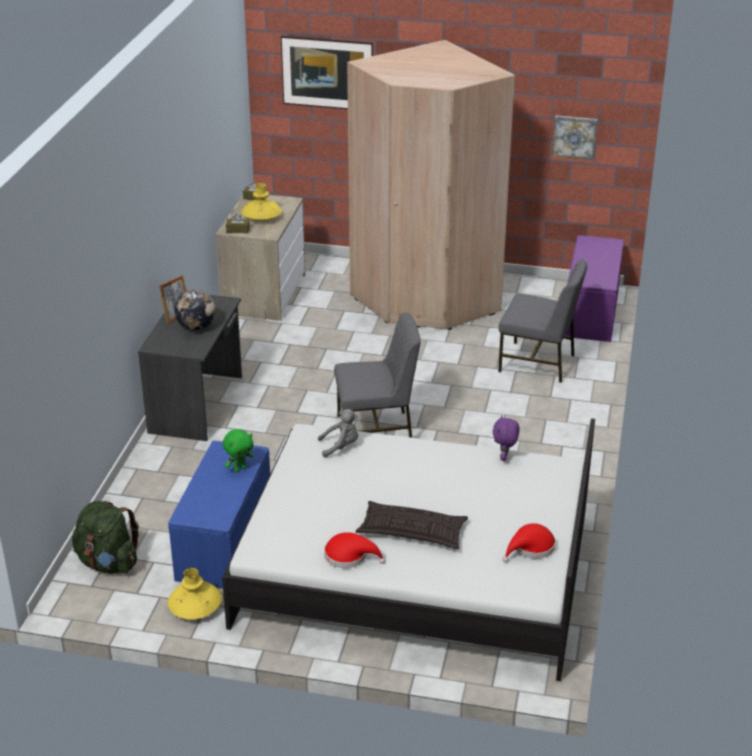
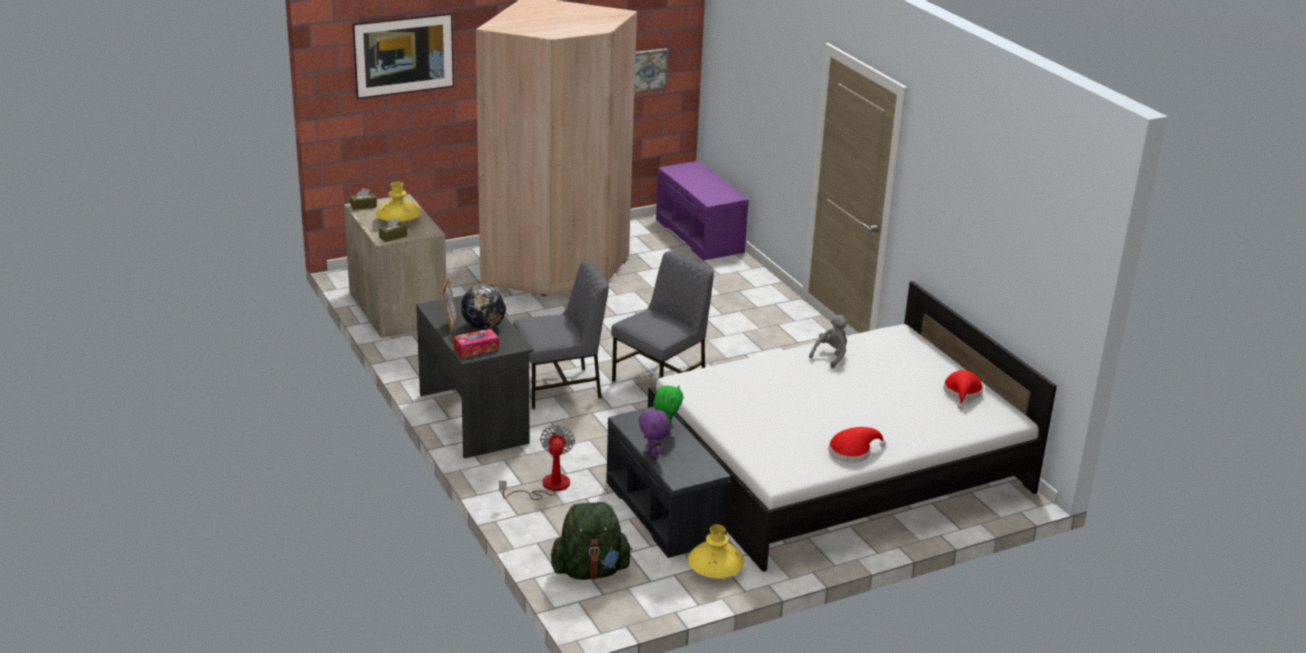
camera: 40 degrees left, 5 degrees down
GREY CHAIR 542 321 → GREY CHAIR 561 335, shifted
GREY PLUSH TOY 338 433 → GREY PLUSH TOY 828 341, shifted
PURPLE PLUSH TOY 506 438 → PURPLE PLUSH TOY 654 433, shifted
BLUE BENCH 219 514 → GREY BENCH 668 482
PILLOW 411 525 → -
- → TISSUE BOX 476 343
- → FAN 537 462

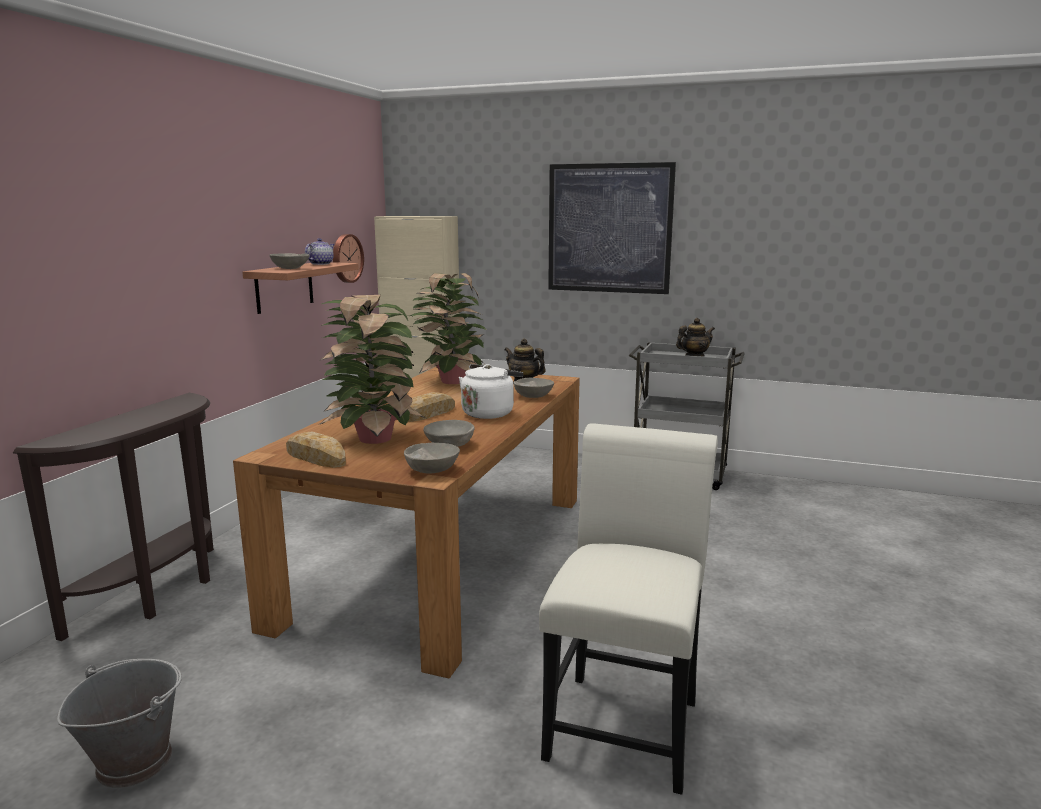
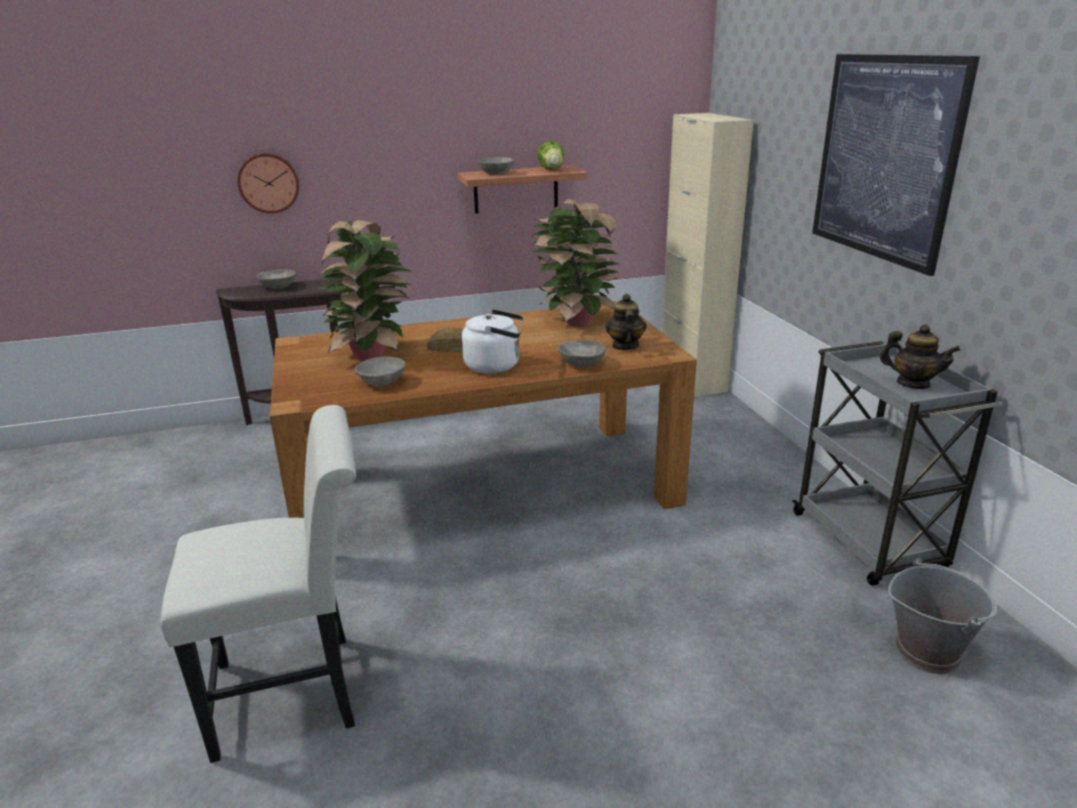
camera: 55 degrees right, 10 degrees up
WALL CLOCK 348 258 → WALL CLOCK 268 183, shifted
TEAPOT 319 251 → LETTUCE 551 155
BREAD 316 450 → -
GREY BOWL 432 458 → GREY BOWL 276 279, shifted
GREY BUCKET 119 723 → GREY BUCKET 942 616, shifted

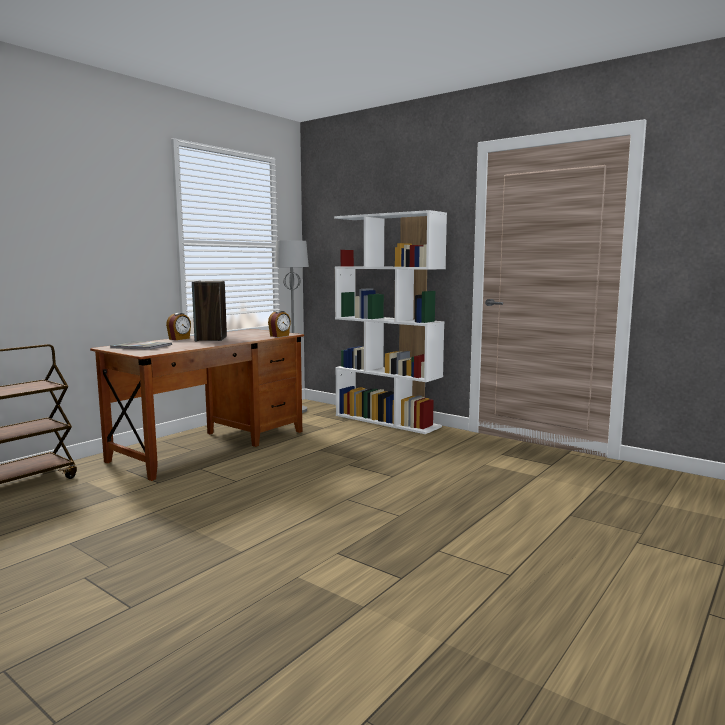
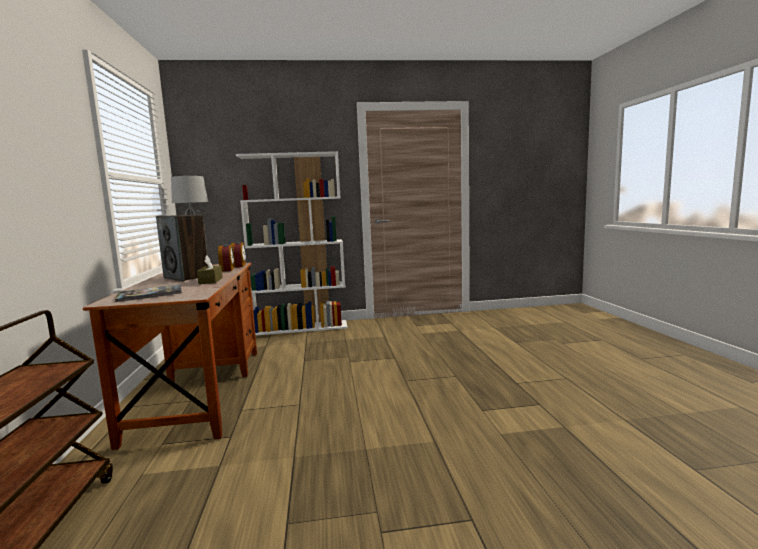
camera: 45 degrees left, 0 degrees up
ALARM CLOCK 178 326 → ALARM CLOCK 226 258, shifted
- → BROWN TISSUE BOX 210 270

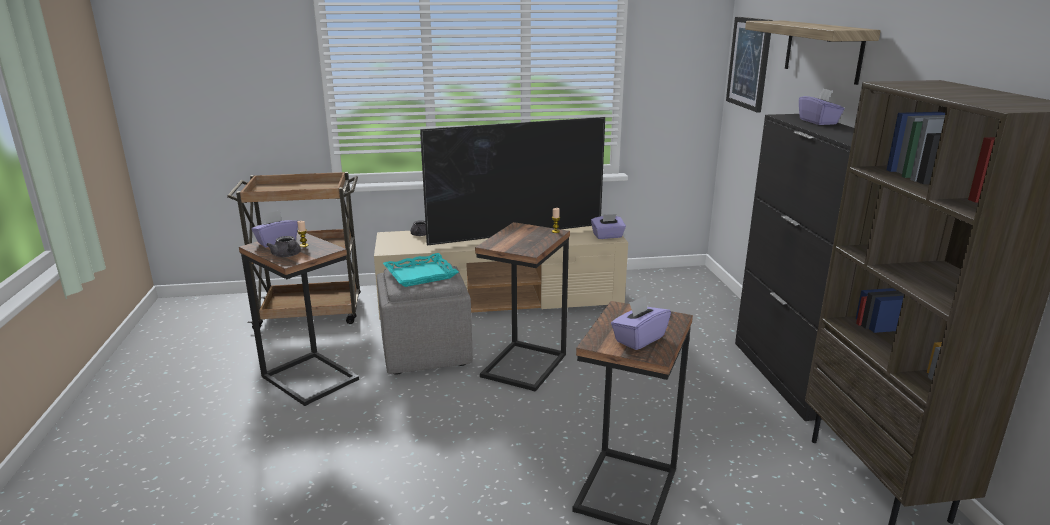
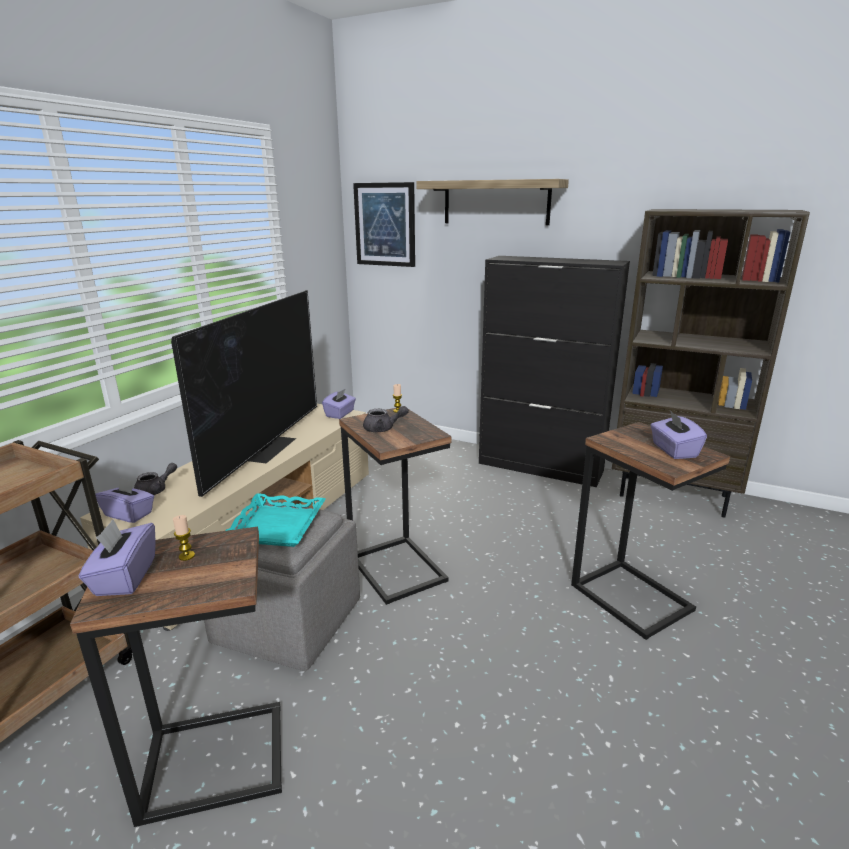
camera: 55 degrees left, 0 degrees up
PURPLE TISSUE BOX 822 106 → PURPLE TISSUE BOX 124 500, shifted
GREY TEAPOT 283 246 → GREY TEAPOT 386 419, shifted

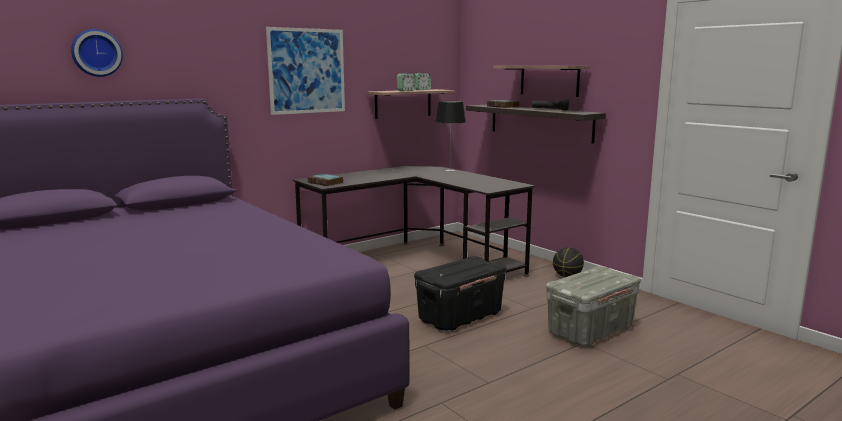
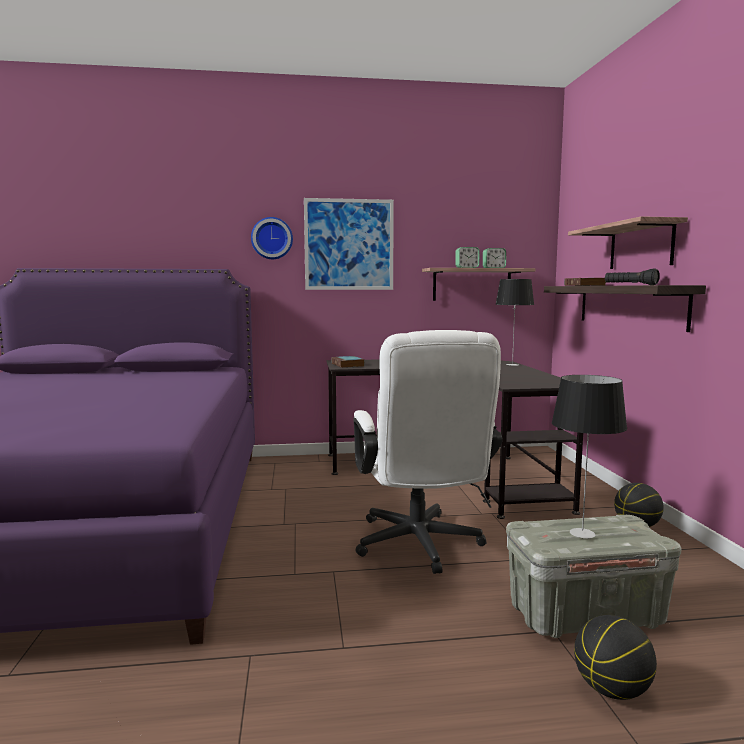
camera: 30 degrees right, 5 degrees down
WALL CLOCK 97 53 → WALL CLOCK 272 238, shifted
BLACK STORAGE BOX 460 293 → WHITE OFFICE CHAIR 427 452
- → TABLE LAMP 589 457
- → BASKETBALL 615 657

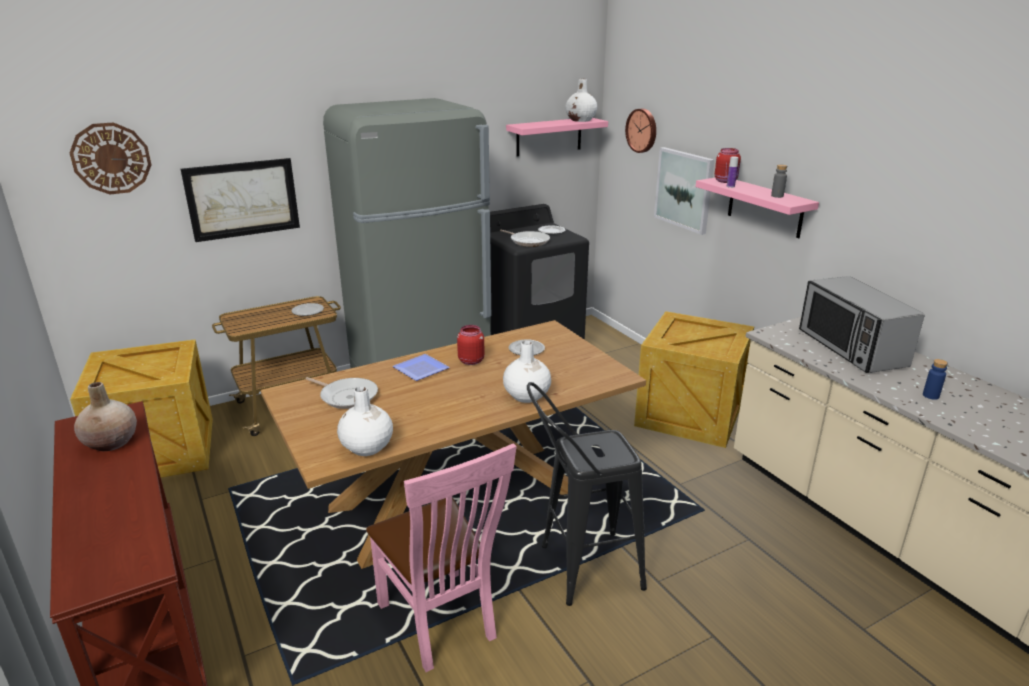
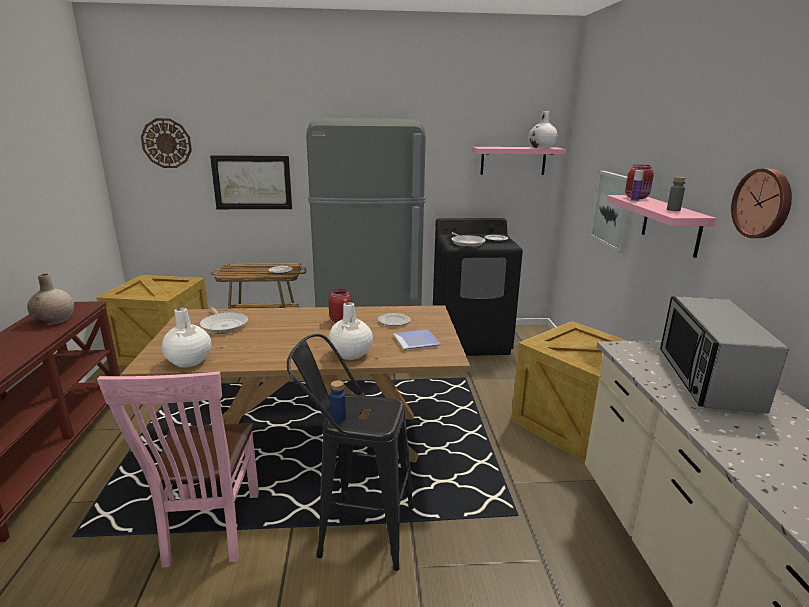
camera: 25 degrees right, 5 degrees down
WALL CLOCK 640 131 → WALL CLOCK 761 203, shifted
PLATE 421 367 → PLATE 417 339, shifted
BLUE BOTTLE 935 379 → BLUE BOTTLE 338 401, shifted

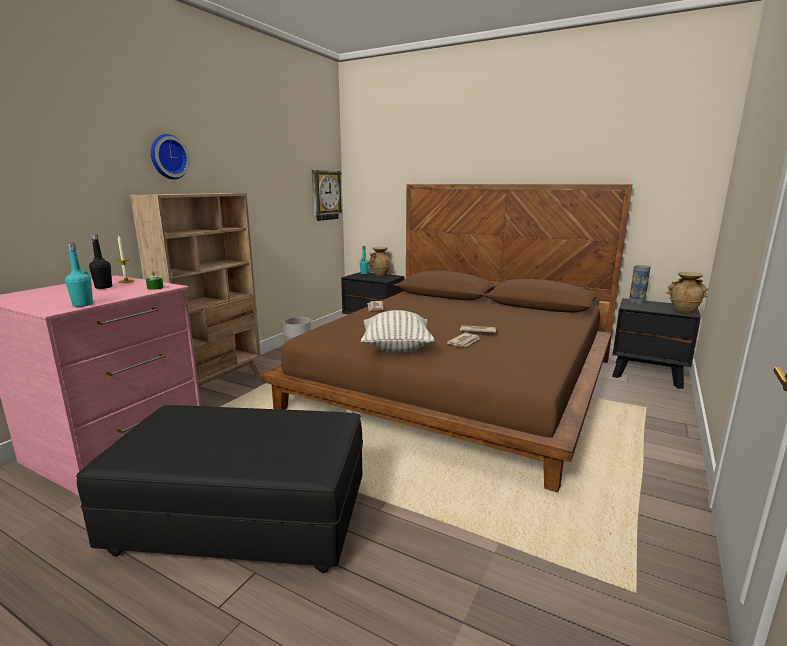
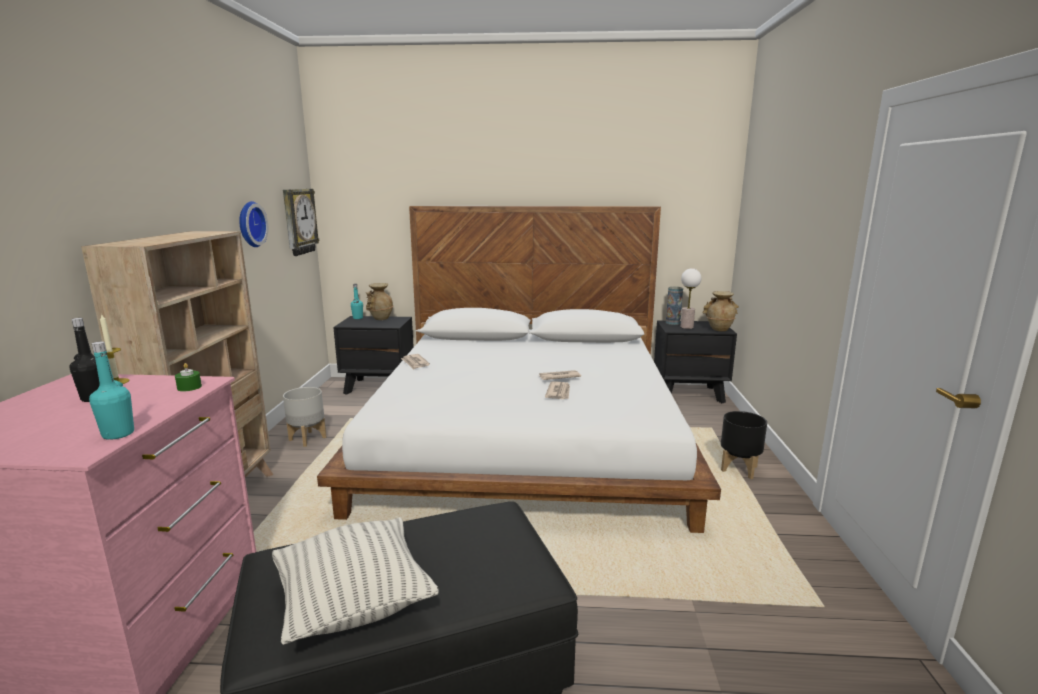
camera: 25 degrees left, 0 degrees up
WALL CLOCK 170 156 → WALL CLOCK 253 224, shifted
BROWN BED 446 338 → WHITE BED 519 369
PILLOW 398 331 → PILLOW 355 581, shifted
- → TABLE LAMP 691 298
- → BLACK PLANTER 744 445

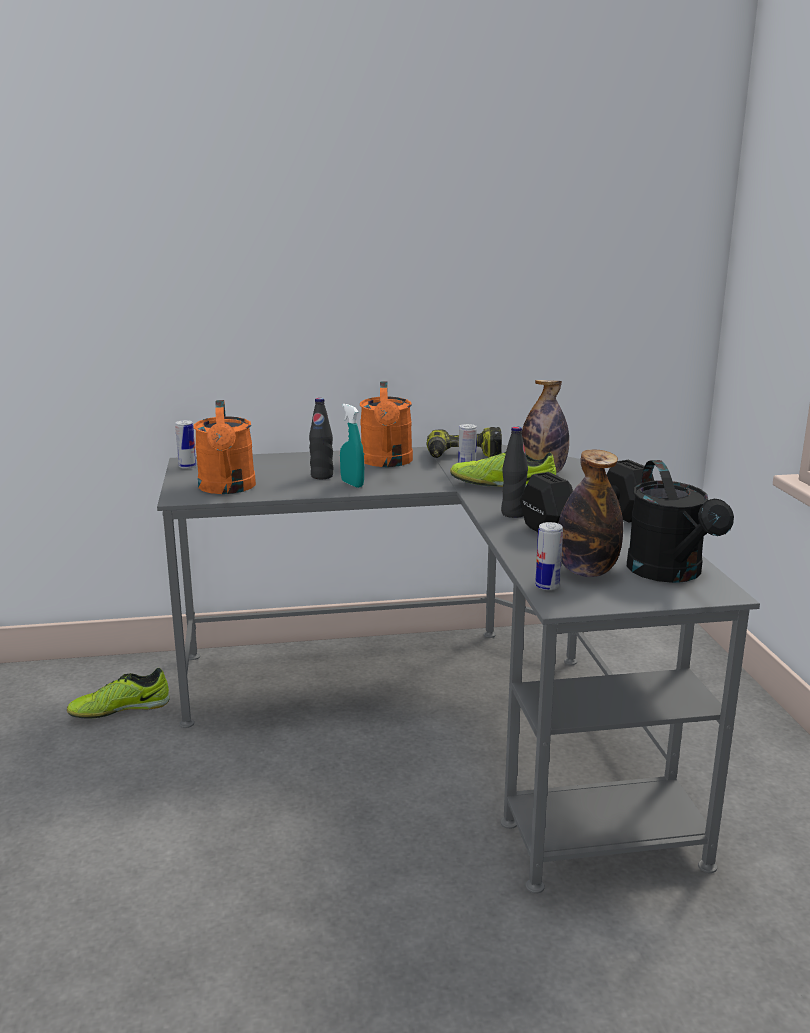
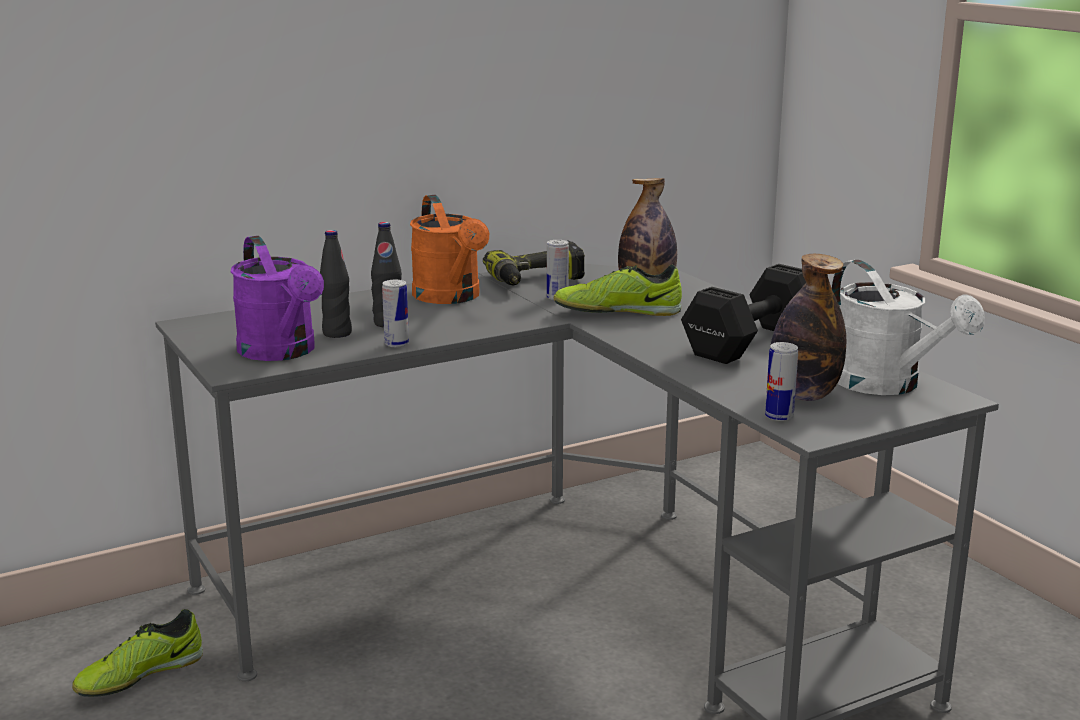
camera: 20 degrees left, 0 degrees up
ORANGE WATERING CAN 225 447 → PURPLE WATERING CAN 277 298
TURQUOISE SPRAY BOTTLE 352 446 → -
CAN 185 444 → CAN 395 314, shifted
BLACK BOTTLE 514 472 → BLACK BOTTLE 336 284, shifted
BLACK WATERING CAN 680 521 → WHITE WATERING CAN 908 327

